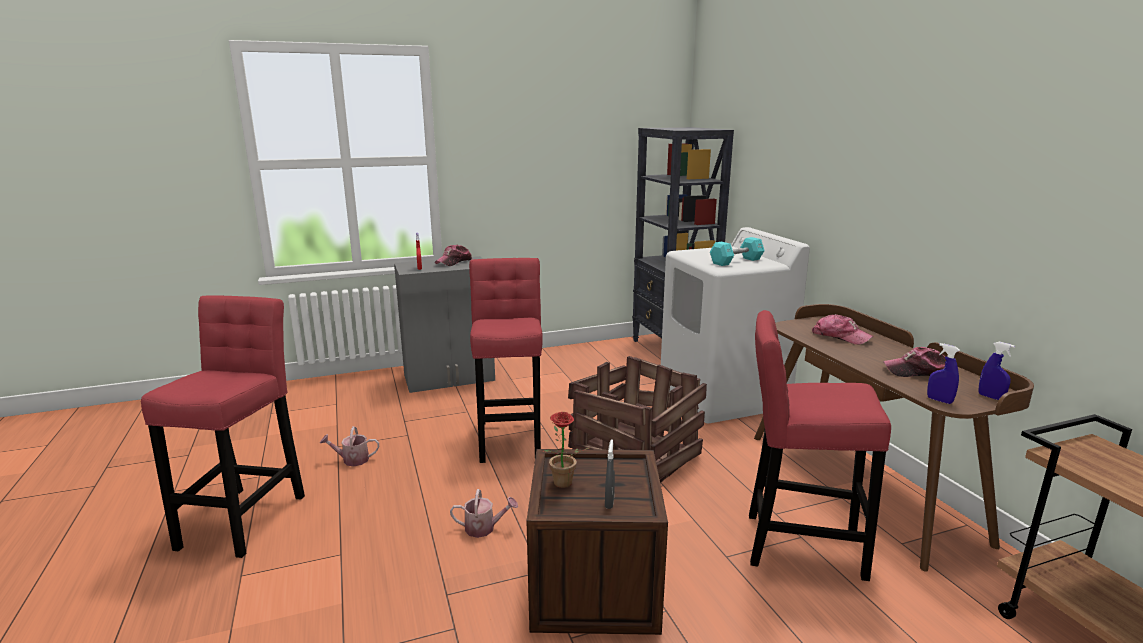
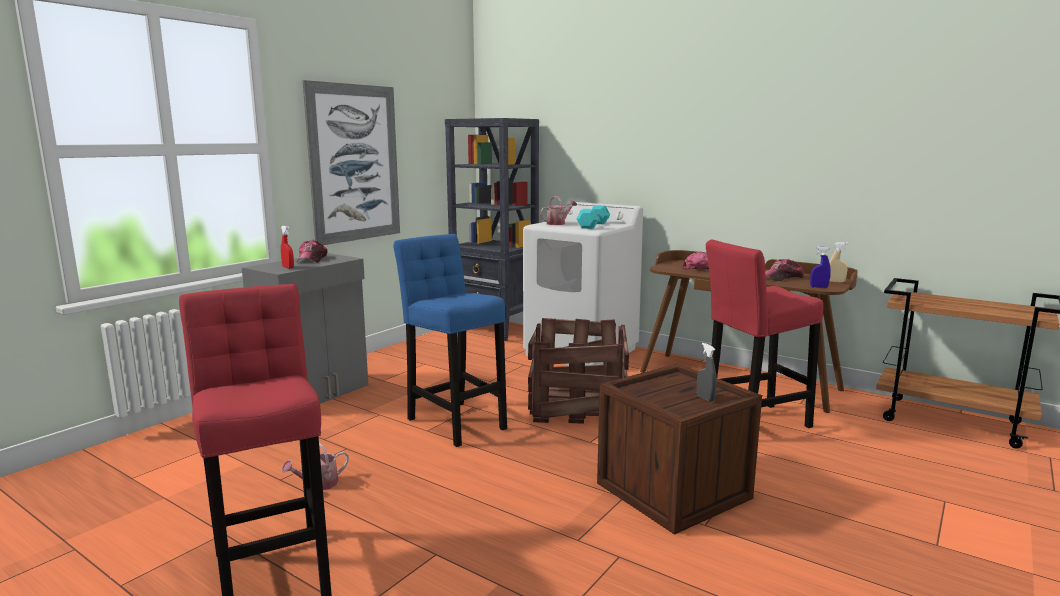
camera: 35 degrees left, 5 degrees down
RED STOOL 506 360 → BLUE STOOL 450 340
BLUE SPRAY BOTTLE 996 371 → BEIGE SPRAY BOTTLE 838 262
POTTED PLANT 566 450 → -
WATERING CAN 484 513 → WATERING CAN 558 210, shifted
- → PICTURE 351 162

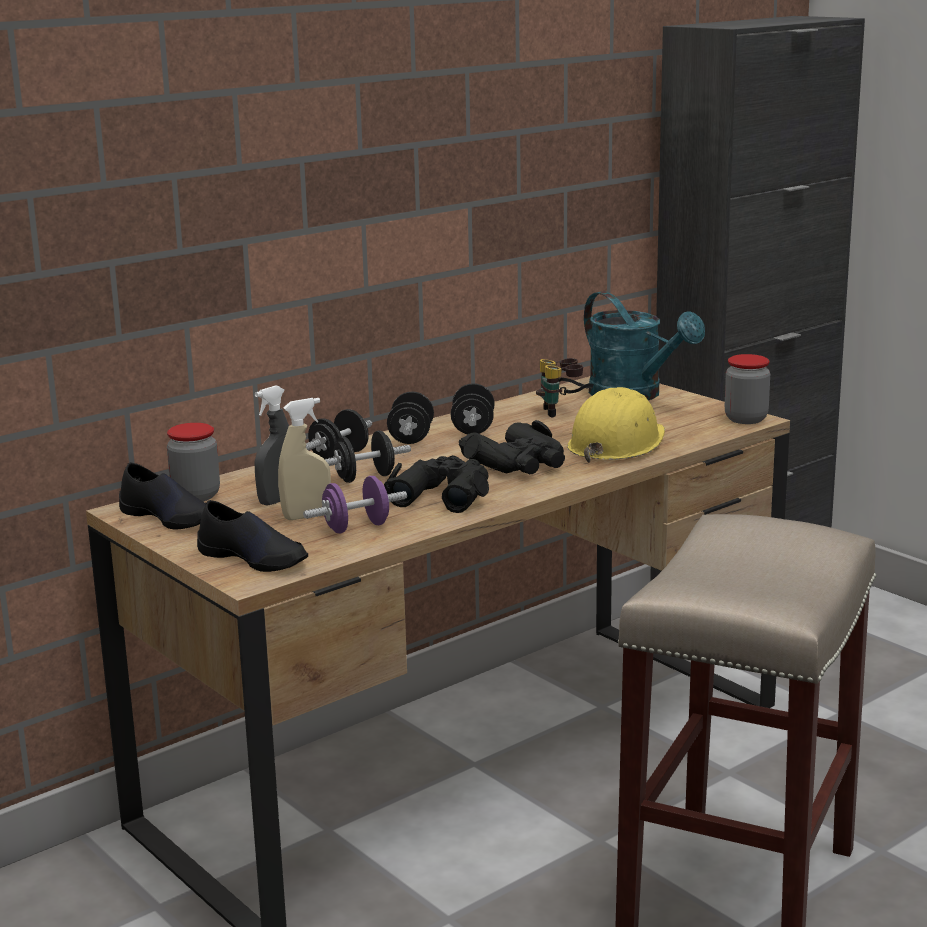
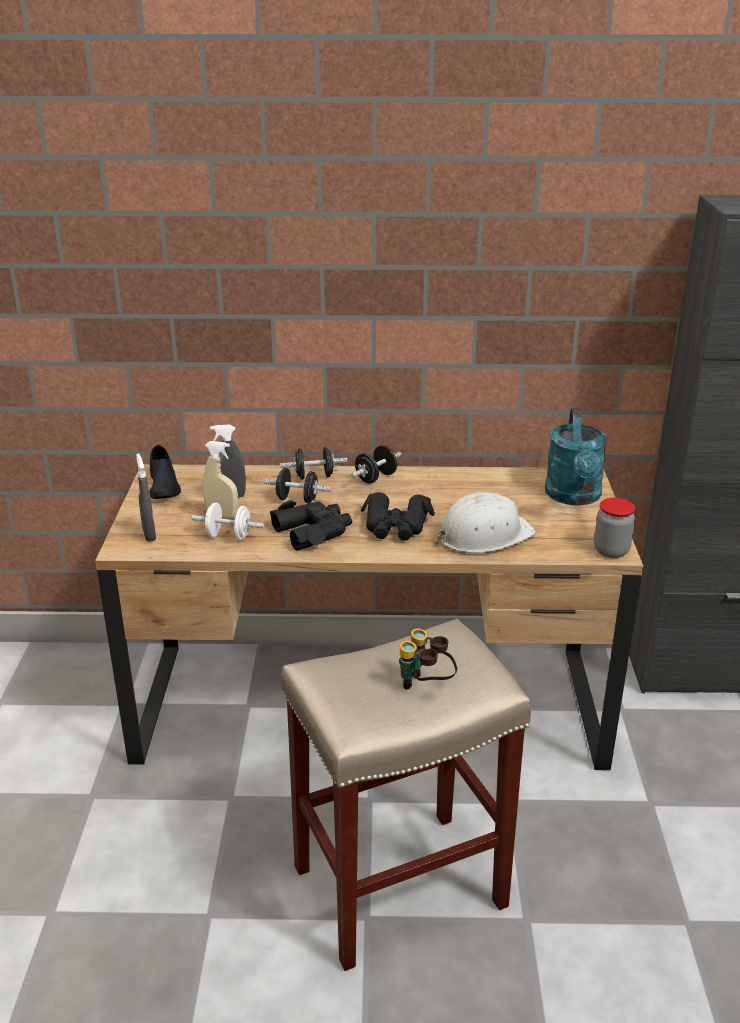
camera: 40 degrees right, 10 degrees up
BINOCULARS 565 387 → BINOCULARS 428 659, shifted
BLACK DUMBBELL 473 408 → -
YELLOW HARD HAT 616 425 → WHITE HARD HAT 486 522
JAR 193 462 → -
PURPLE DUMBBELL 355 504 → WHITE DUMBBELL 227 521
BLACK SHOE 252 536 → GREY SPRAY BOTTLE 146 497

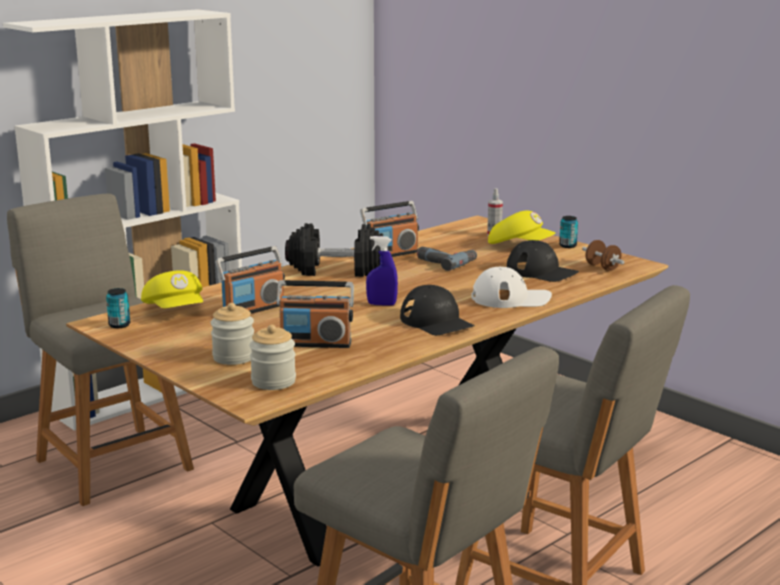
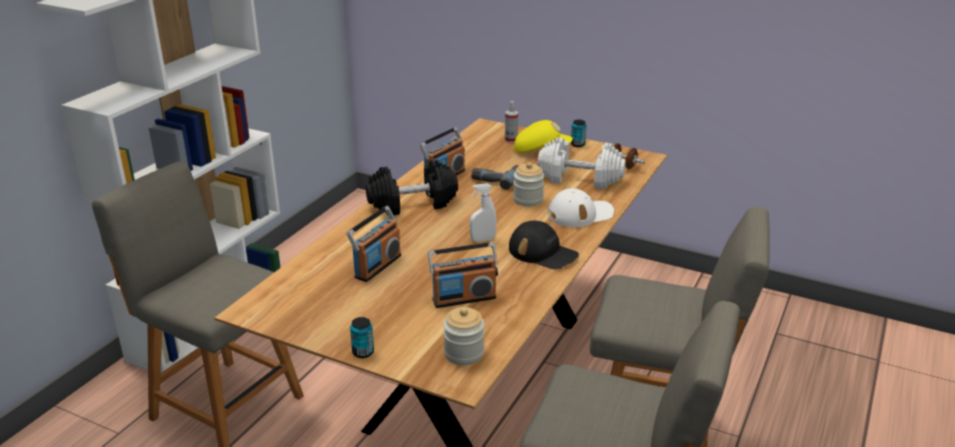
camera: 20 degrees left, 10 degrees up
BLUE SPRAY BOTTLE 382 271 → WHITE SPRAY BOTTLE 483 213
BLACK CAP 543 261 → WHITE DUMBBELL 582 163
YELLOW CAP 172 289 → -
CAN 118 308 → CAN 362 337, shifted
JAR 232 334 → JAR 529 184, shifted

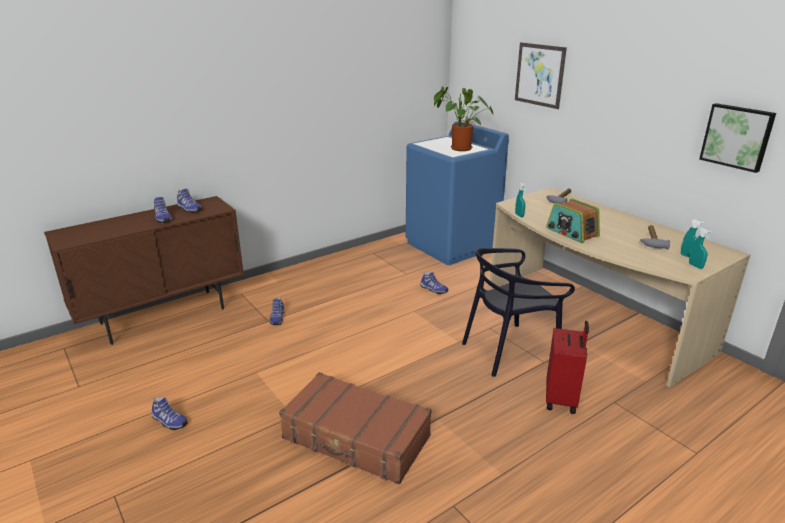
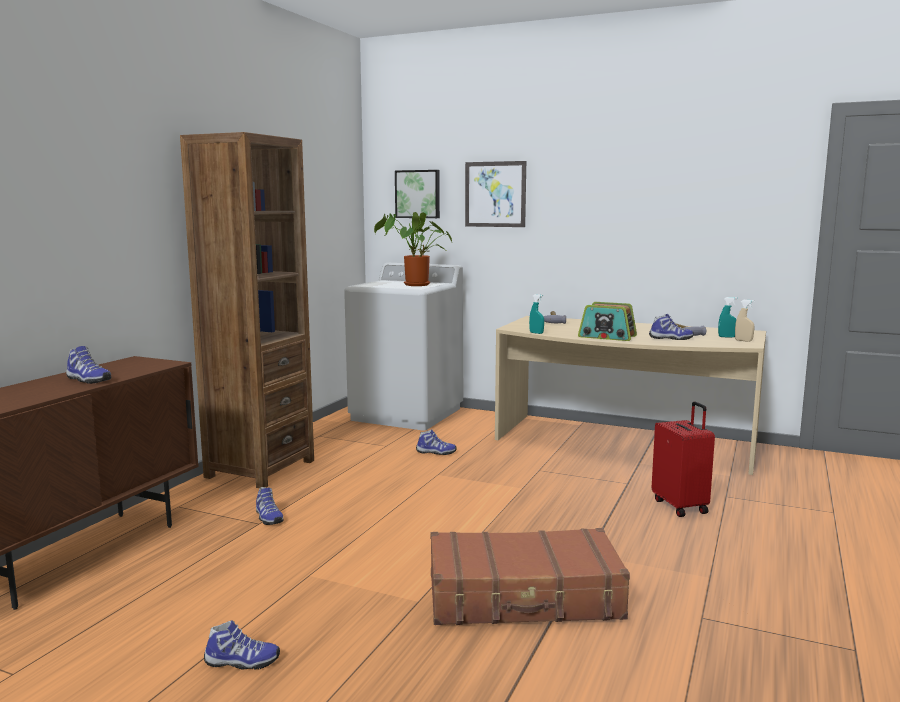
camera: 30 degrees left, 15 degrees down
PICTURE 737 138 → PICTURE 417 194, shifted
BLUE WASHING MACHINE 457 193 → WHITE WASHING MACHINE 403 347
SHOE 189 201 → SHOE 671 327, shifted
TURQUOISE SPRAY BOTTLE 700 248 → BEIGE SPRAY BOTTLE 745 321
BLACK CHAIR 518 312 → -
- → BROWN BOOKCASE 247 310

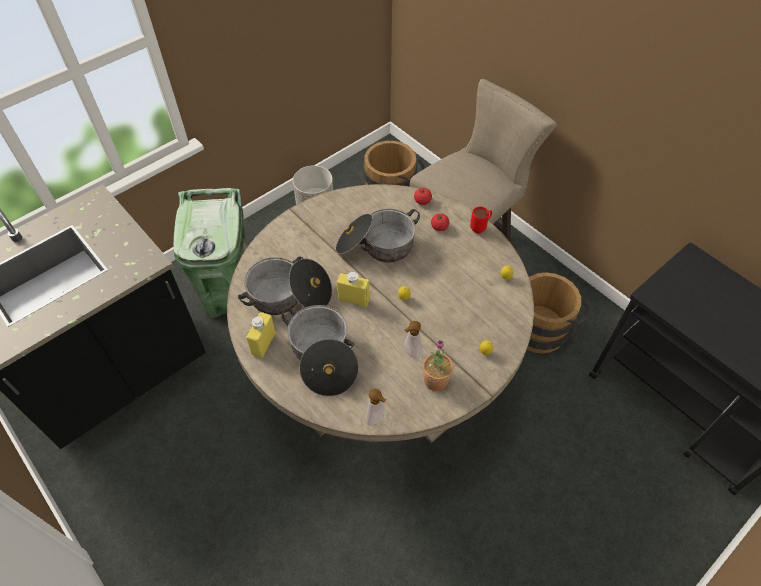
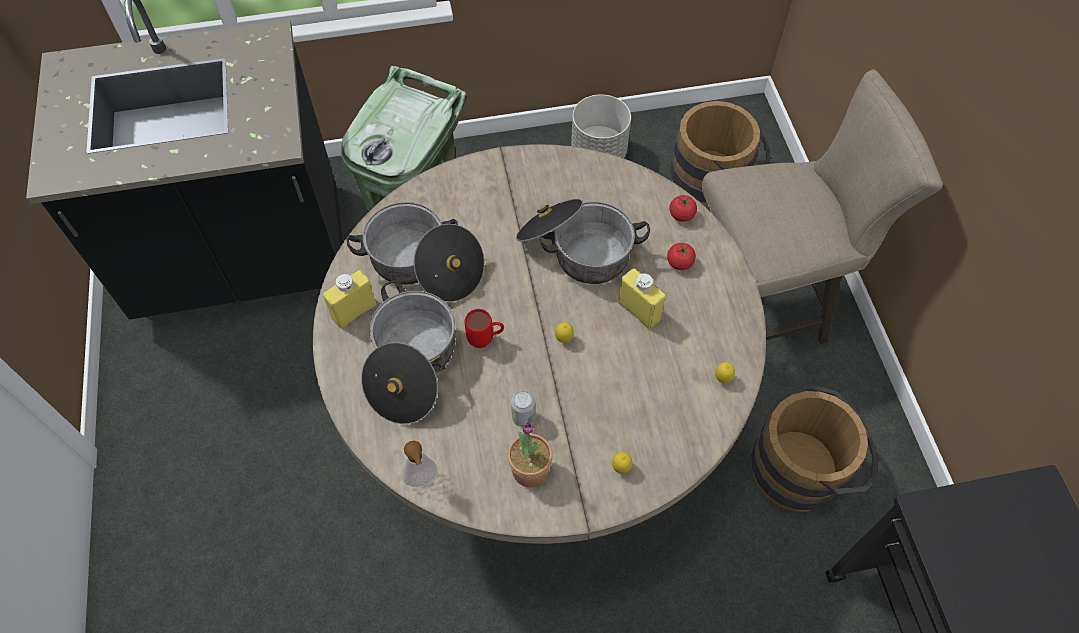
camera: 30 degrees right, 5 degrees up
RED MUG 481 220 → RED MUG 484 328, shifted
YELLOW BOTTLE 353 289 → YELLOW BOTTLE 642 298, shifted
SOAP DISPENSER 413 340 → CAN 523 409

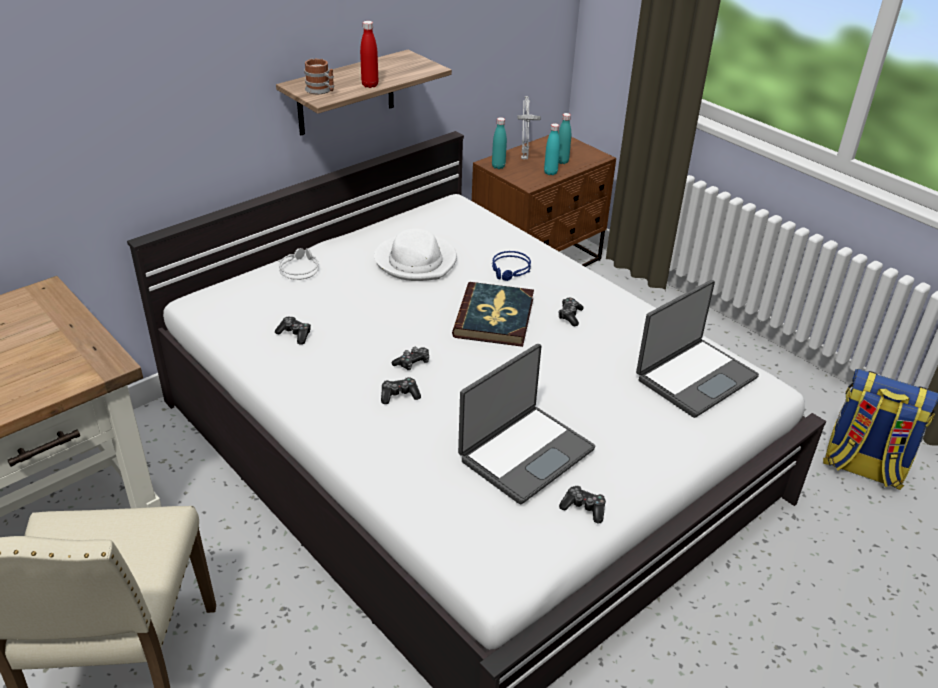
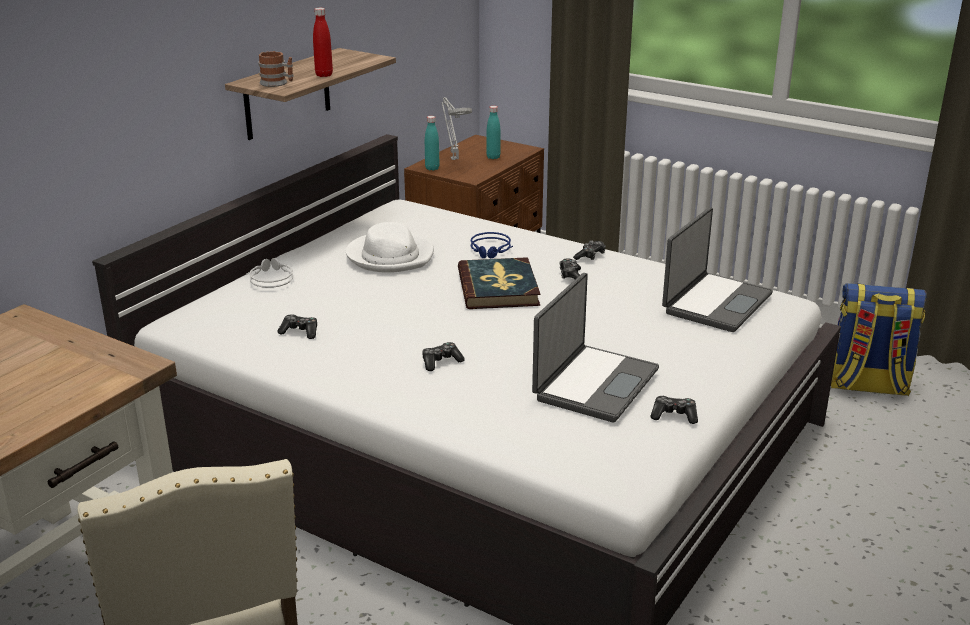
camera: 15 degrees left, 10 degrees down
TURQUOISE BOTTLE 552 149 → -
GAME CONTROLLER 410 358 → GAME CONTROLLER 589 250, shifted

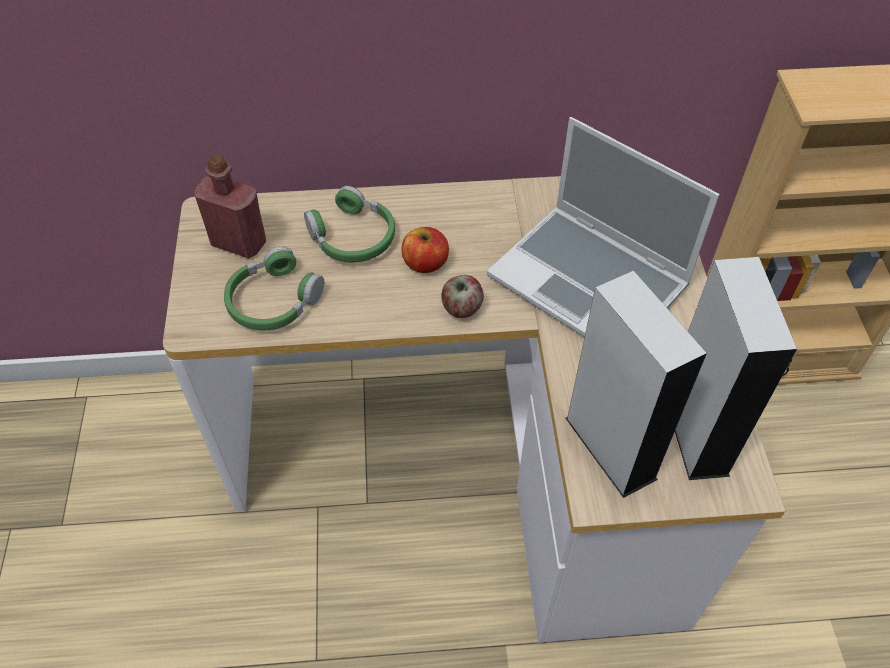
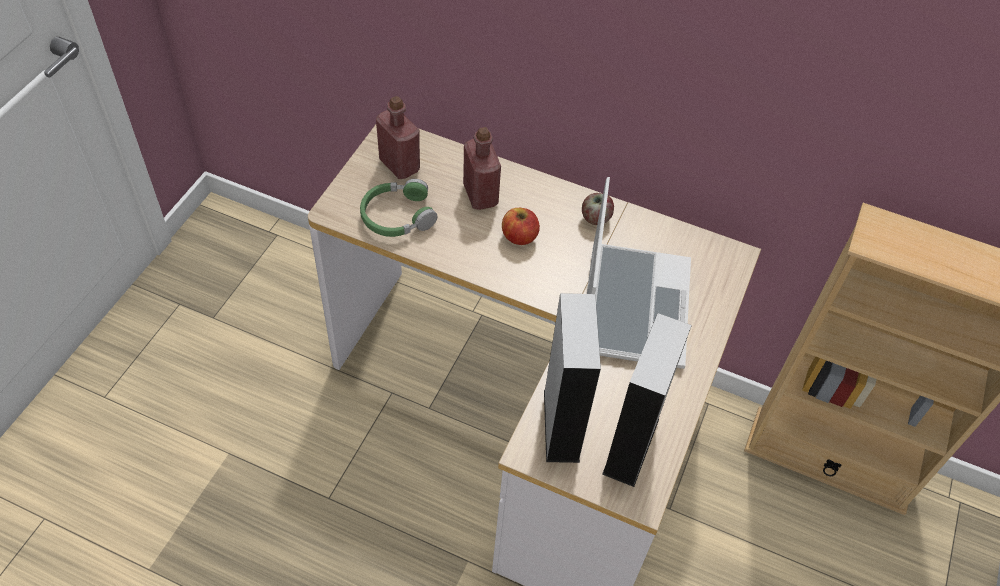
camera: 25 degrees right, 0 degrees up
LAPTOP 603 227 → LAPTOP 639 273, 150 degrees counterclockwise
GREEN HEADPHONES 349 224 → RED BOTTLE 482 168
APPLE 462 296 → APPLE 598 209, shifted

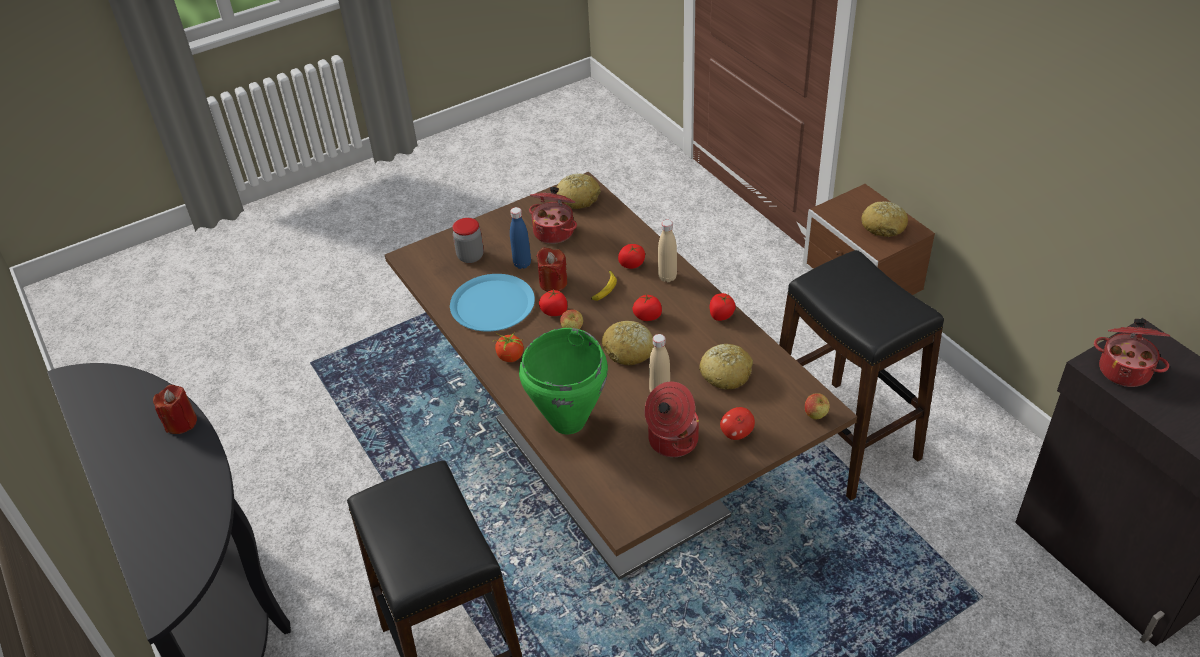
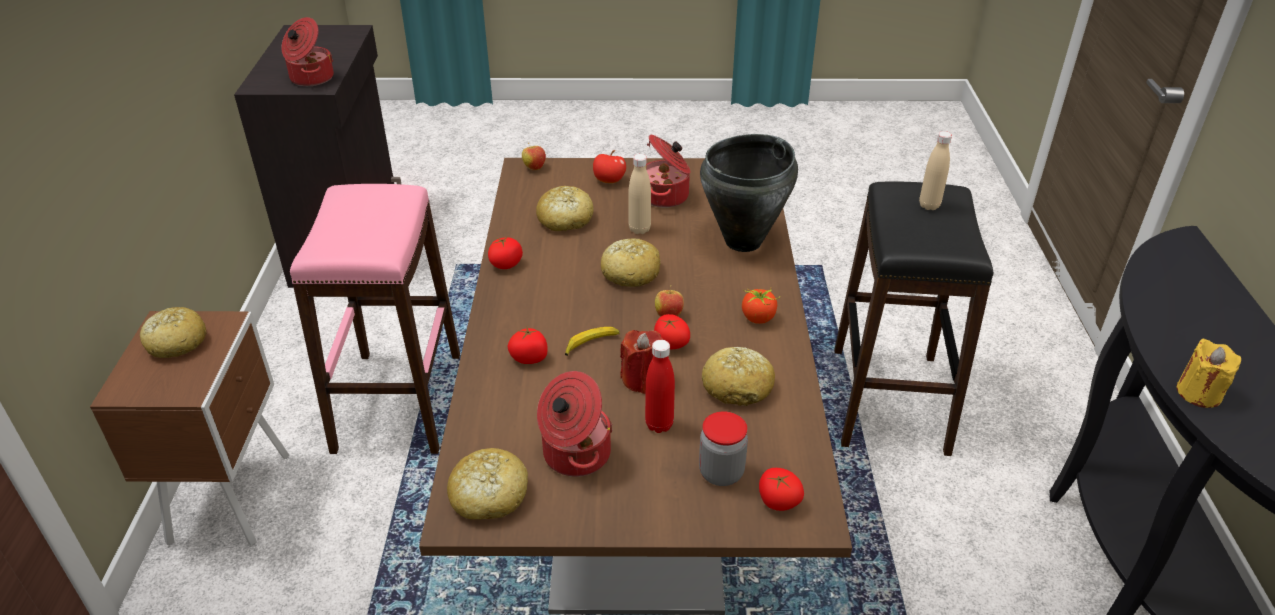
camera: 150 degrees left, 5 degrees down
BLUE BOTTLE 520 238 → RED BOTTLE 660 386
BEIGE BOTTLE 667 251 → BEIGE BOTTLE 935 170, shifted
BLACK STOOL 861 375 → PINK STOOL 375 319
BLUE PLATE 492 302 → BREAD 738 376
TOMATO 647 307 → TOMATO 781 489, shifted
GREEN COOKING POT 563 381 → BLACK COOKING POT 749 193
RED CANDLE 175 409 → YELLOW CANDLE 1208 373

